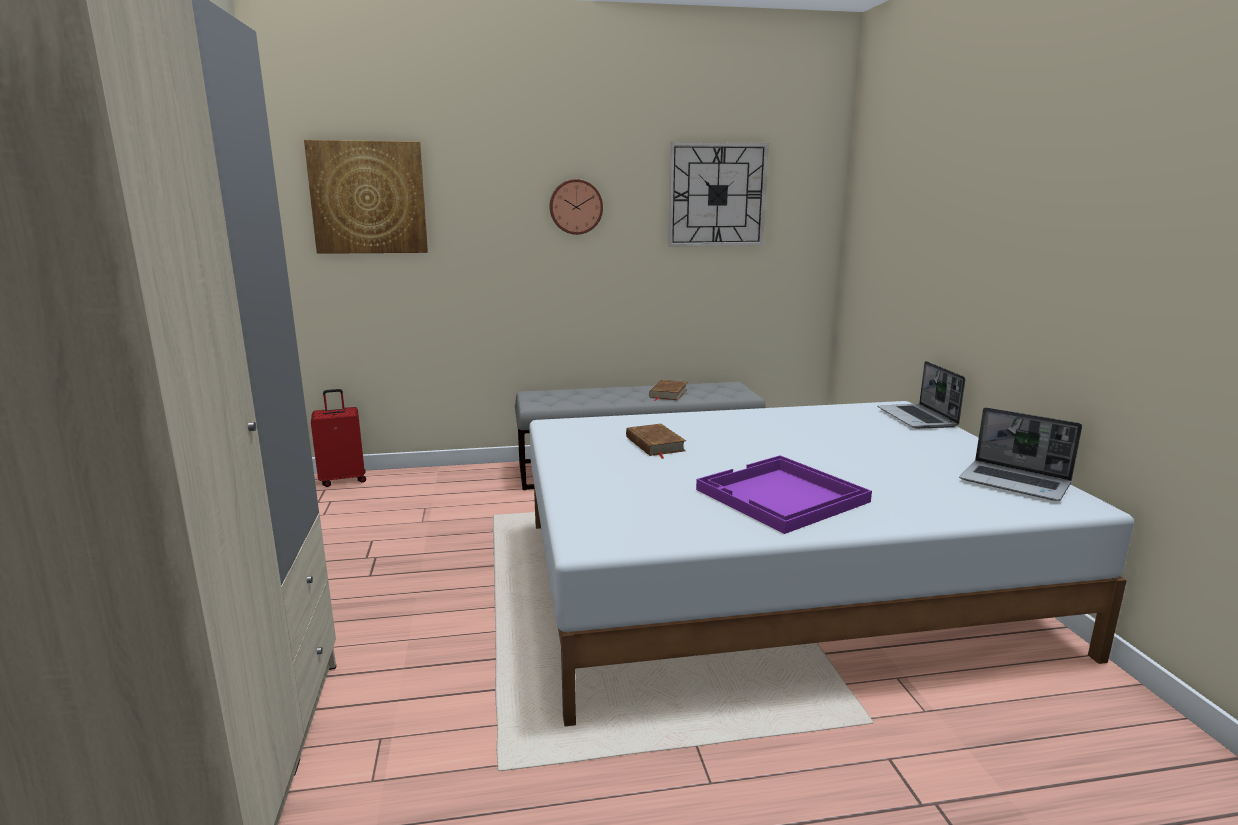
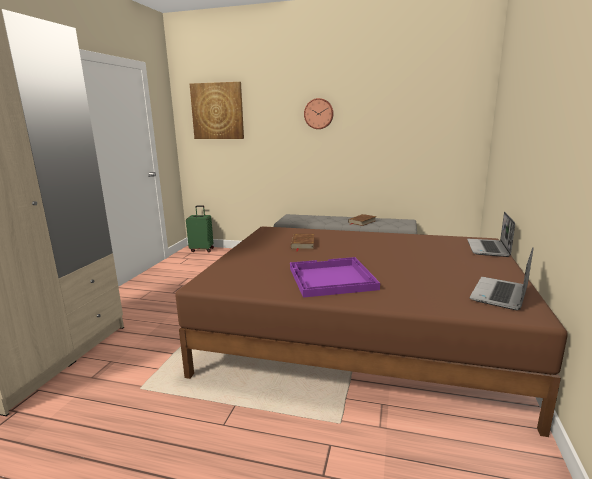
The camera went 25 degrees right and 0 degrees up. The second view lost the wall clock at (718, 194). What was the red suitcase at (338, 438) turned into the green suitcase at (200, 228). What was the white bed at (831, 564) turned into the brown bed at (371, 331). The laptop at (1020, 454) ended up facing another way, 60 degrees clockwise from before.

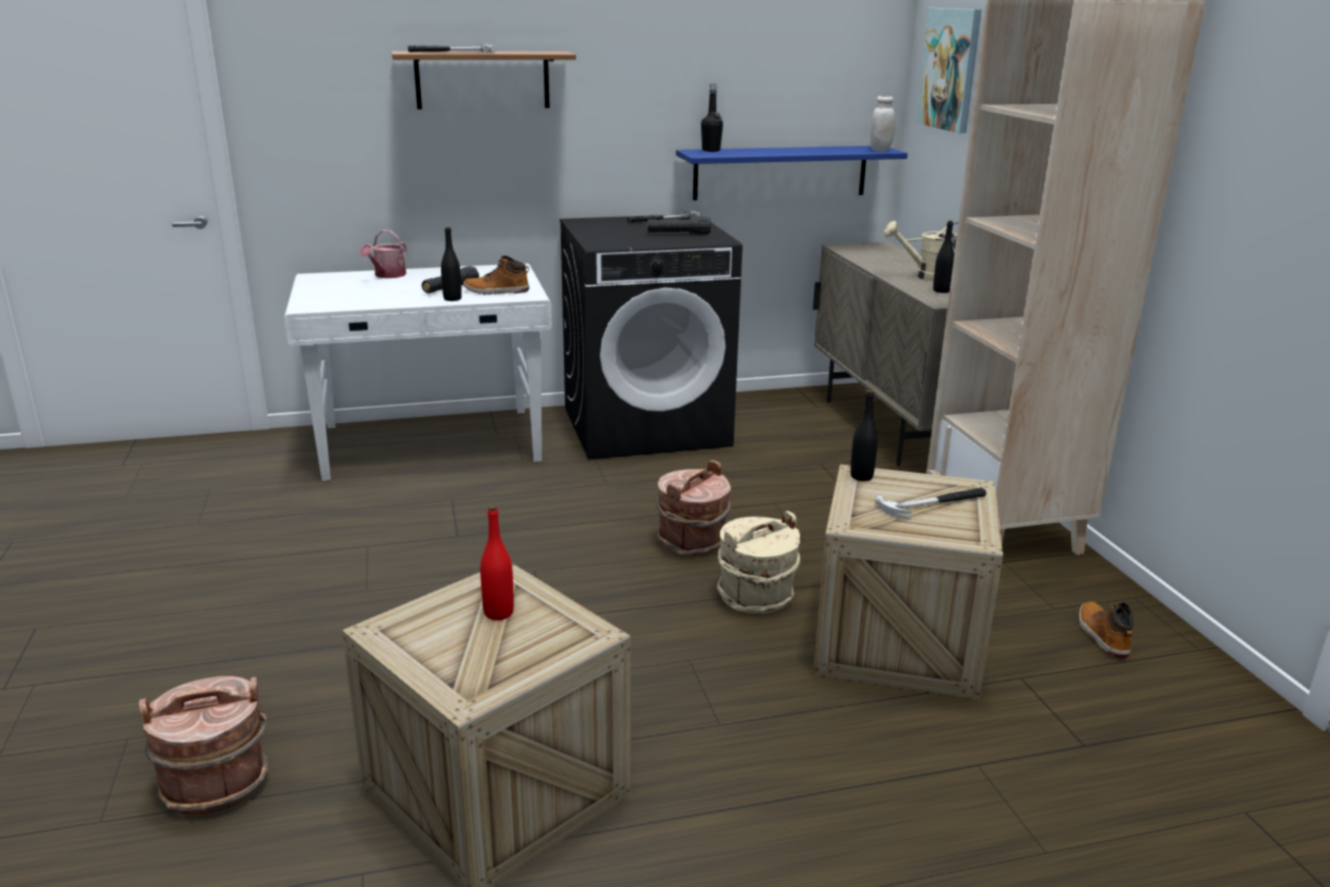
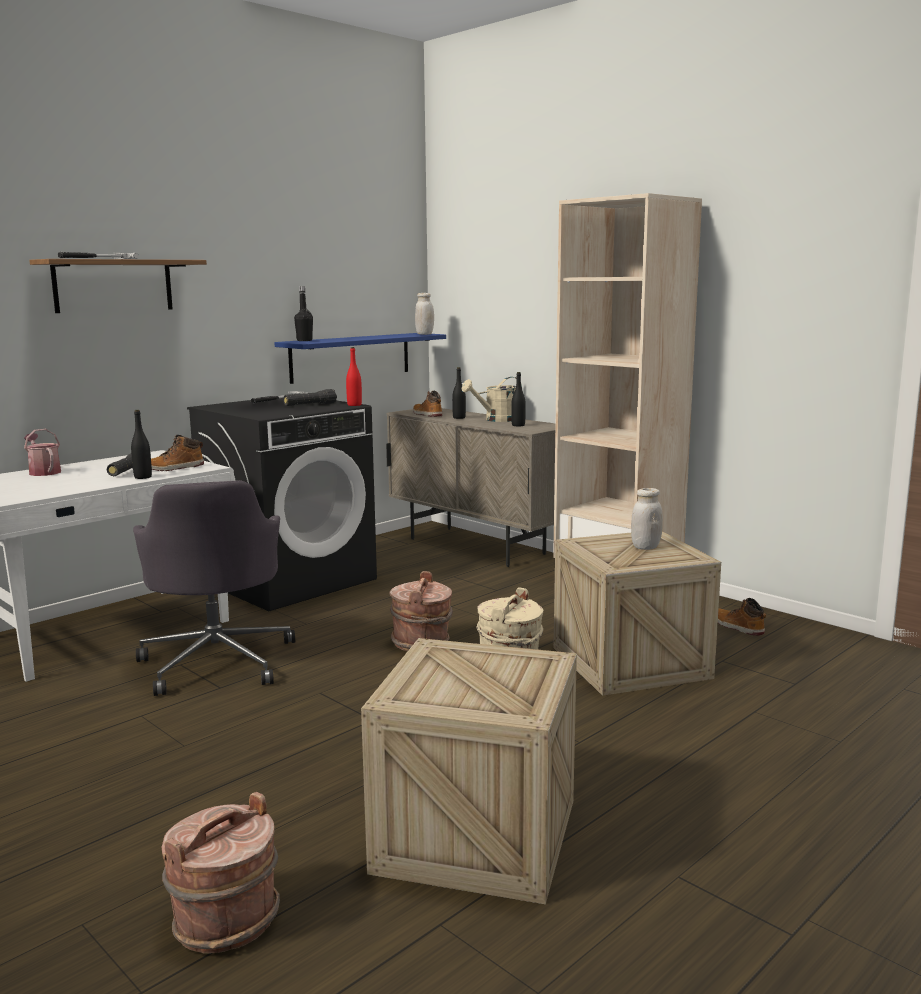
The camera went 30 degrees left and 10 degrees down. The second view lost the picture at (949, 70). The watering can at (383, 254) ended up facing another way, 150 degrees clockwise from before. The black bottle ended up elsewhere, having gone from (864, 435) to (459, 393). Where the hammer stood at (930, 503), the white jar came to stand at (647, 519). The red bottle ended up elsewhere, having gone from (497, 562) to (354, 376). The second view gained the boot at (427, 403). The second view gained the grey office chair at (214, 588).

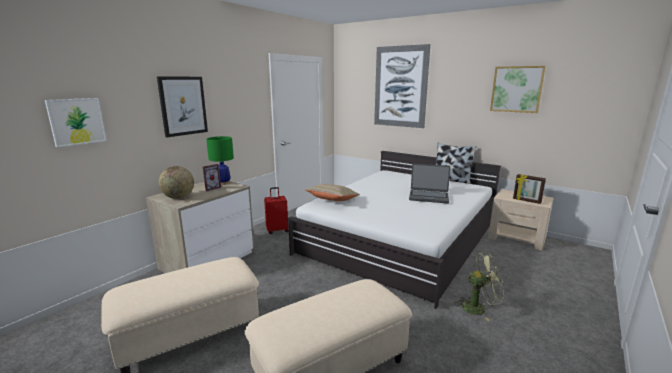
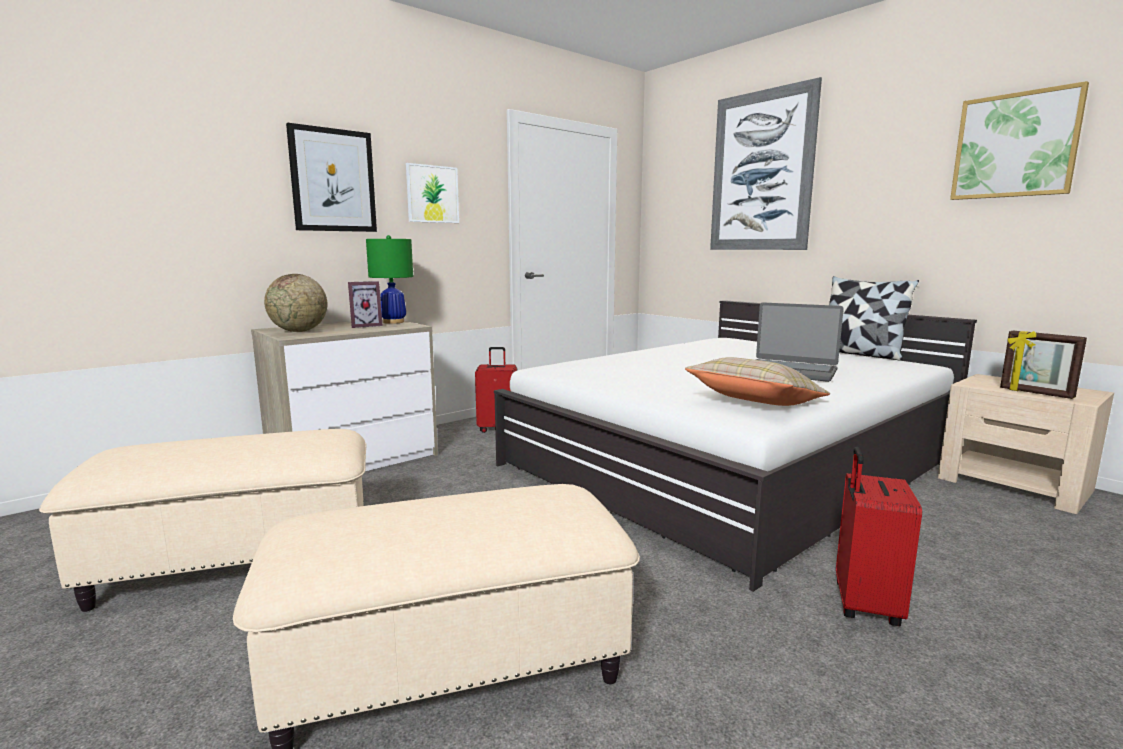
The camera went 15 degrees right and 5 degrees down. The picture ended up elsewhere, having gone from (76, 122) to (432, 193). The beige pillow ended up elsewhere, having gone from (332, 192) to (757, 381). Where the green fan stood at (479, 286), the red suitcase came to stand at (879, 536).

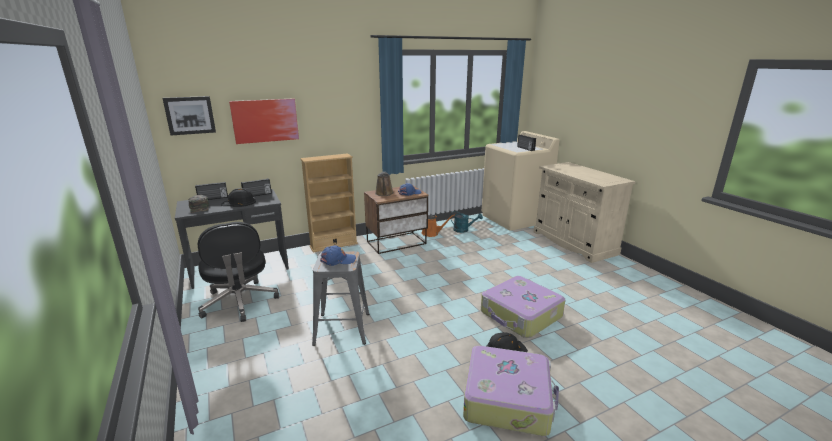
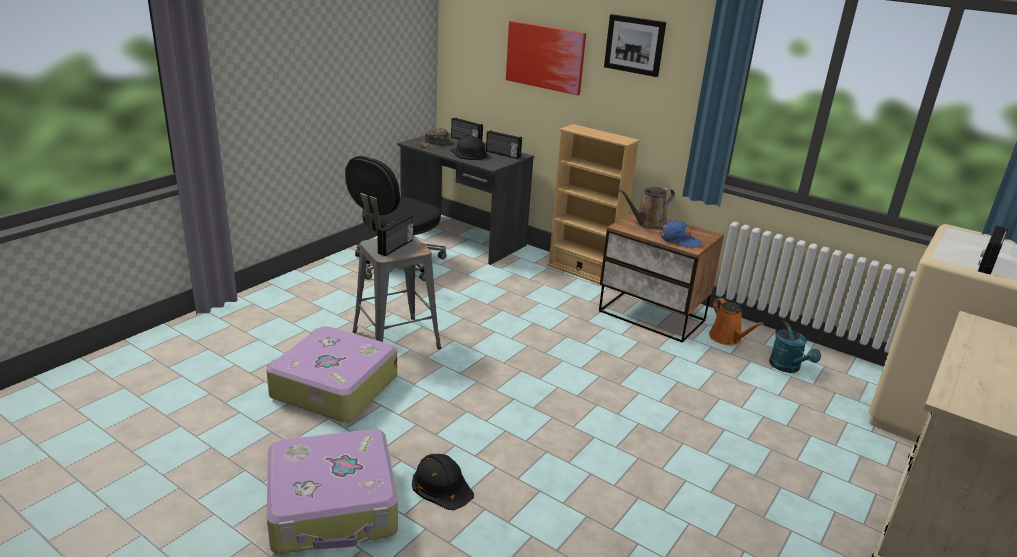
The camera went 60 degrees right and 5 degrees up. The picture ended up elsewhere, having gone from (189, 115) to (635, 45). Where the blue cap stood at (338, 255), the radio came to stand at (395, 235). The suitcase ended up elsewhere, having gone from (523, 307) to (331, 374).

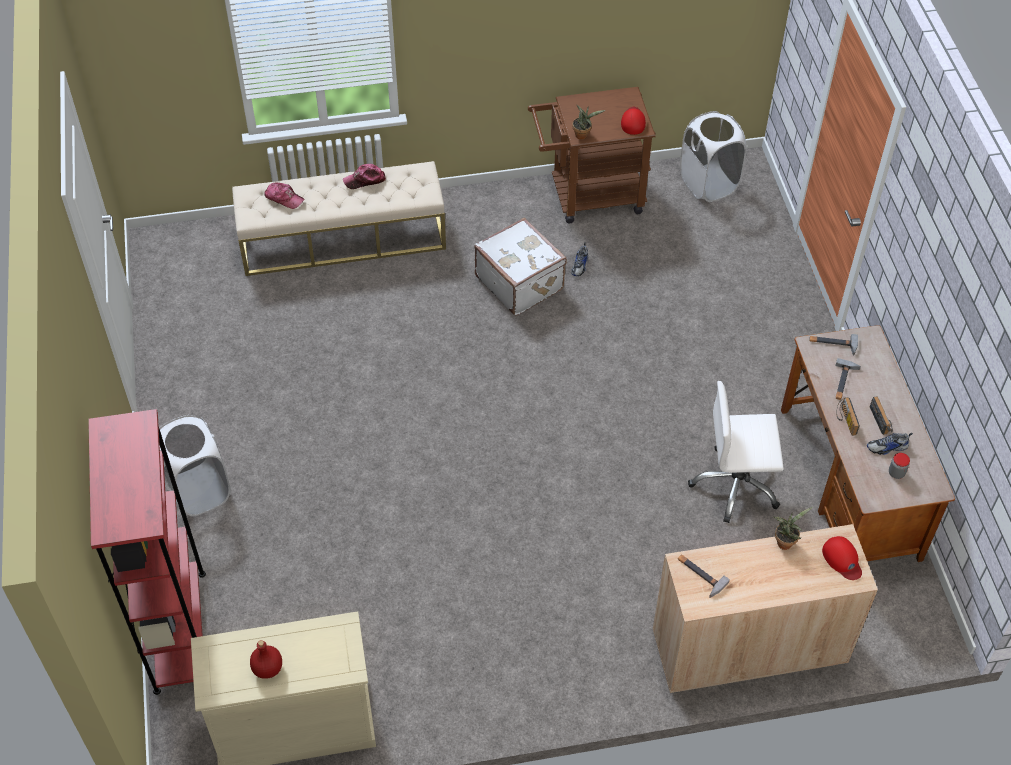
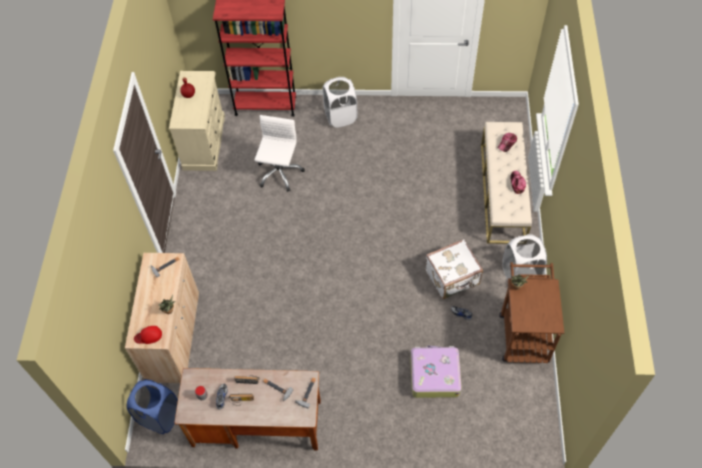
The camera went 105 degrees right and 5 degrees up. The second view lost the red cap at (633, 121). The white laundry basket ended up elsewhere, having gone from (713, 156) to (525, 257). The white office chair ended up elsewhere, having gone from (736, 452) to (279, 153). The second view gained the suitcase at (436, 372). The second view gained the blue laundry basket at (152, 406).

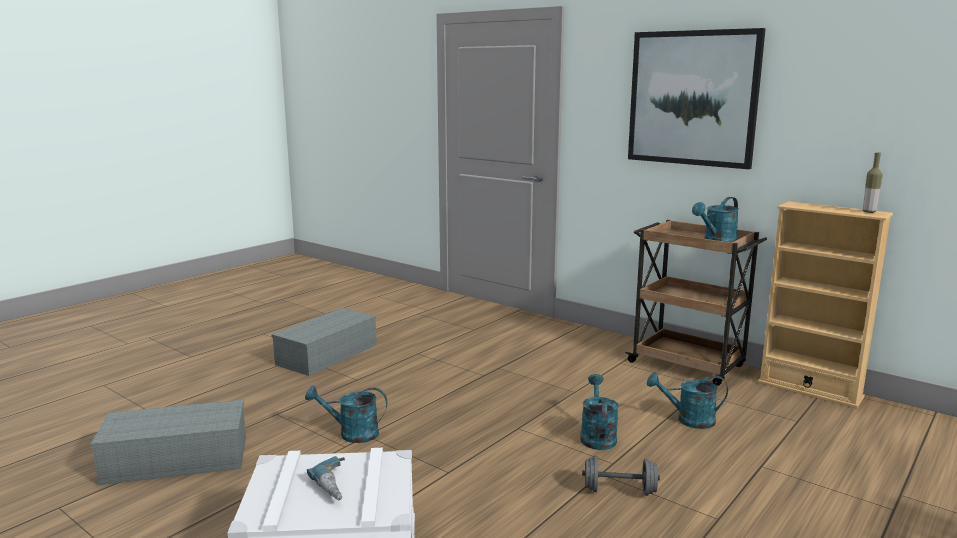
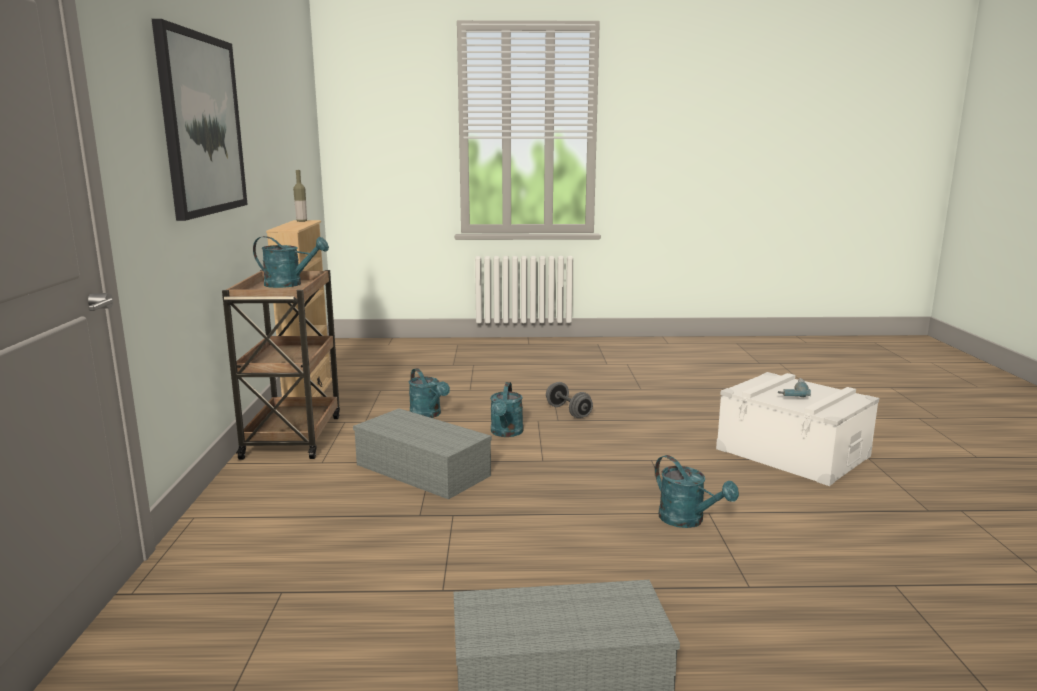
The camera went 130 degrees left and 0 degrees up. The turquoise watering can at (599, 412) ended up facing another way, 45 degrees counterclockwise from before. The grey storage box ended up elsewhere, having gone from (168, 442) to (422, 454).

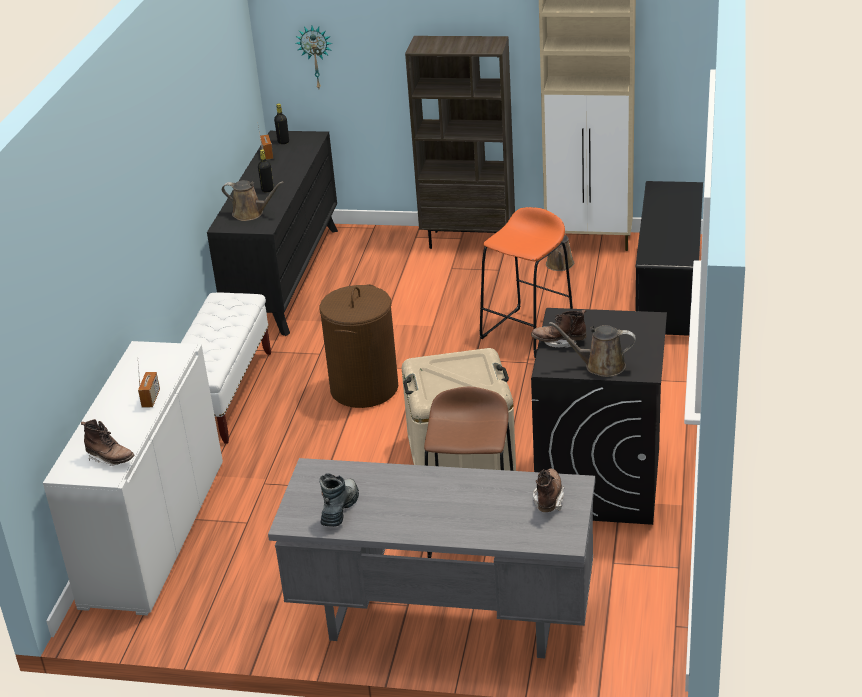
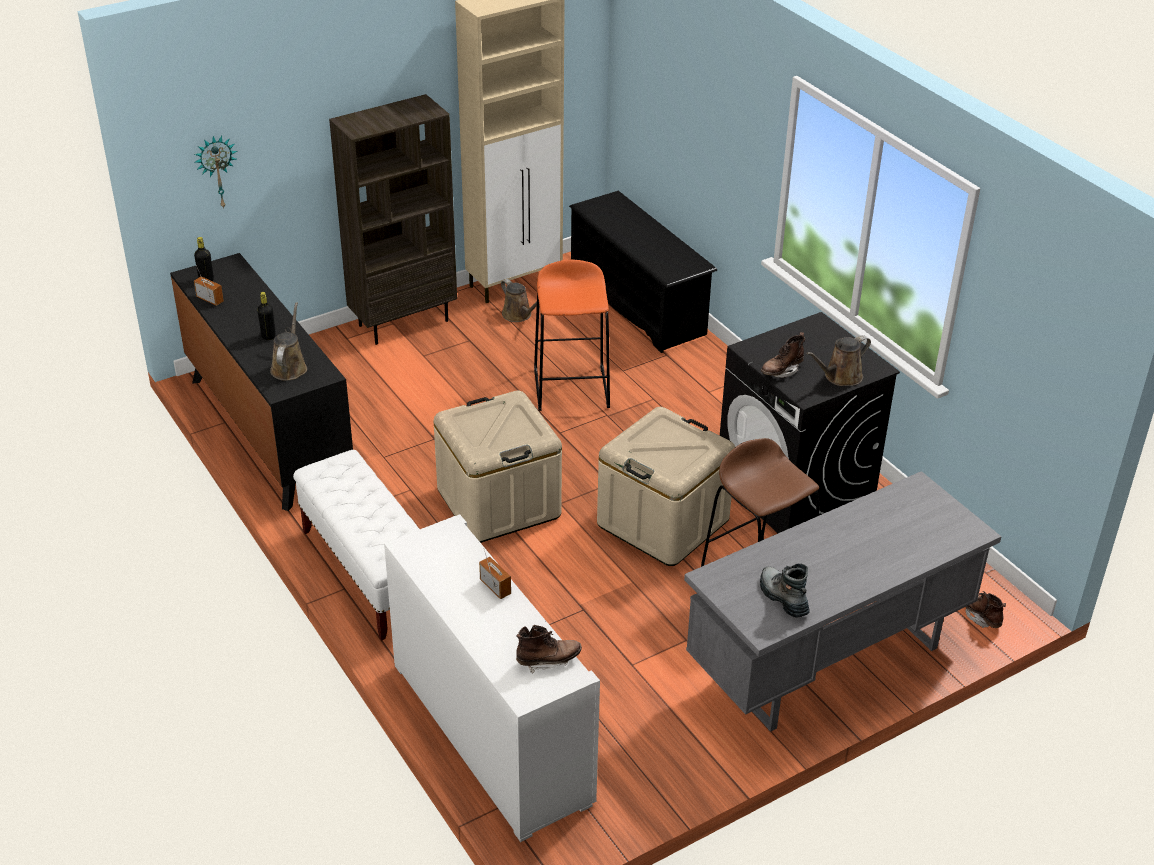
The camera went 45 degrees left and 5 degrees up. The brown watering can at (253, 200) ended up facing another way, 60 degrees counterclockwise from before. Where the brown laundry basket stood at (358, 346), the beige storage box came to stand at (498, 467). The brown boot ended up elsewhere, having gone from (549, 490) to (986, 609).

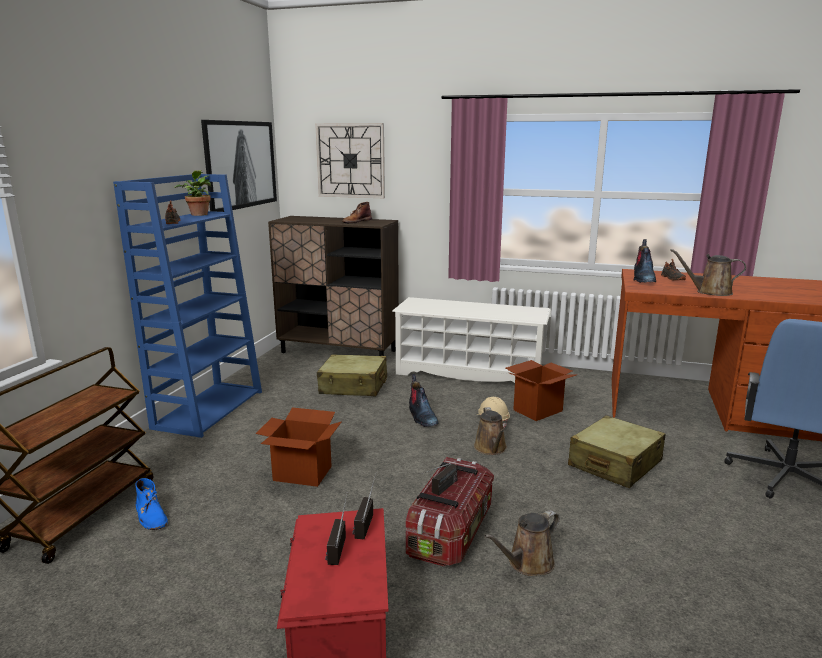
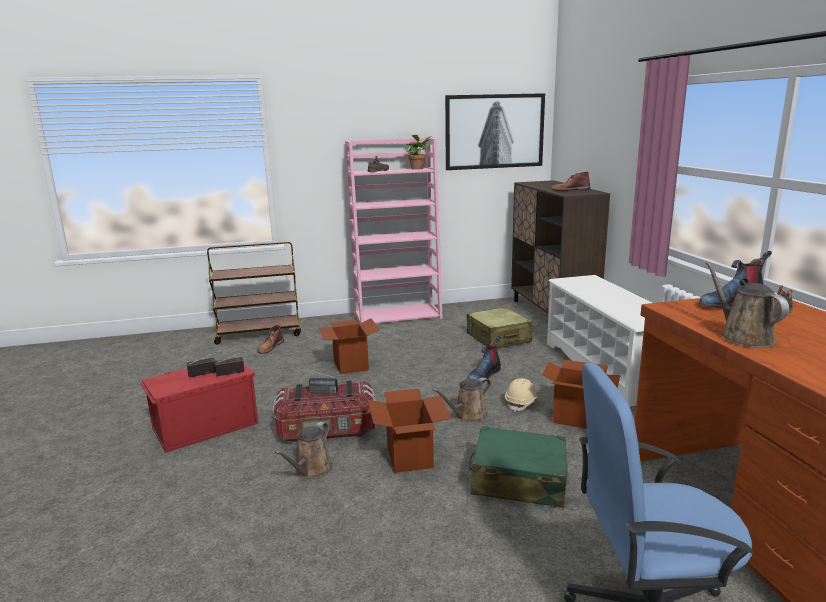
The camera went 60 degrees right and 0 degrees up. The second view lost the wall clock at (350, 160). What was the blue bookcase at (187, 306) turned into the pink bookcase at (394, 230). What was the beige suitcase at (617, 451) turned into the green suitcase at (518, 467). What was the blue boot at (151, 504) turned into the brown boot at (270, 339). The brown watering can at (522, 543) ended up facing another way, 90 degrees counterclockwise from before. The second view gained the cardboard box at (410, 431).

